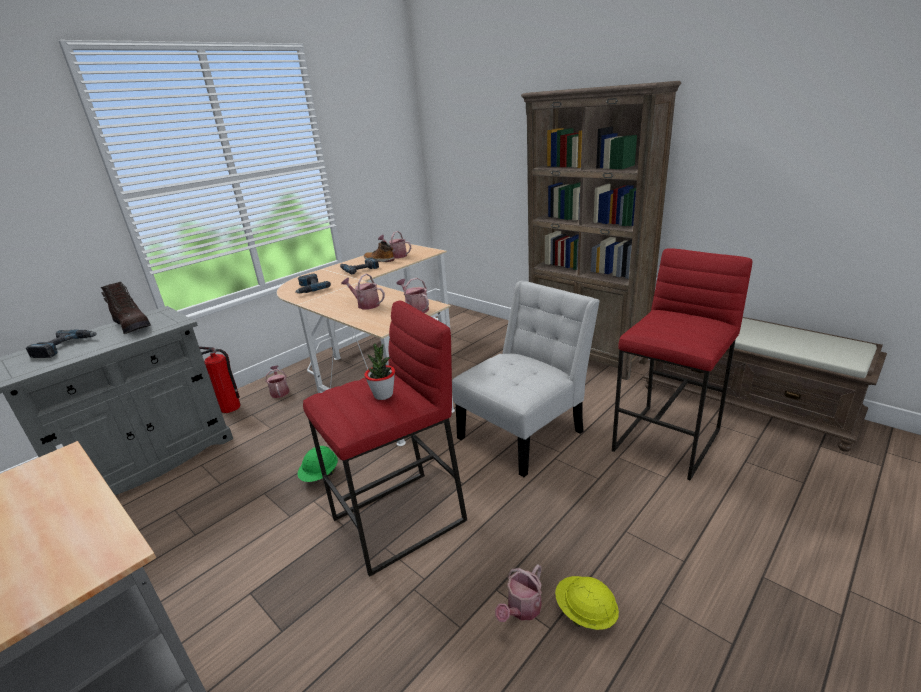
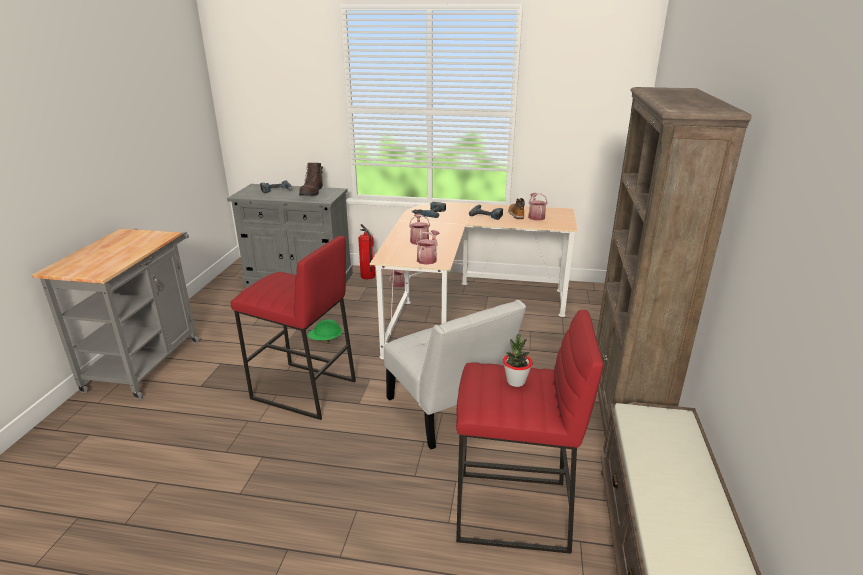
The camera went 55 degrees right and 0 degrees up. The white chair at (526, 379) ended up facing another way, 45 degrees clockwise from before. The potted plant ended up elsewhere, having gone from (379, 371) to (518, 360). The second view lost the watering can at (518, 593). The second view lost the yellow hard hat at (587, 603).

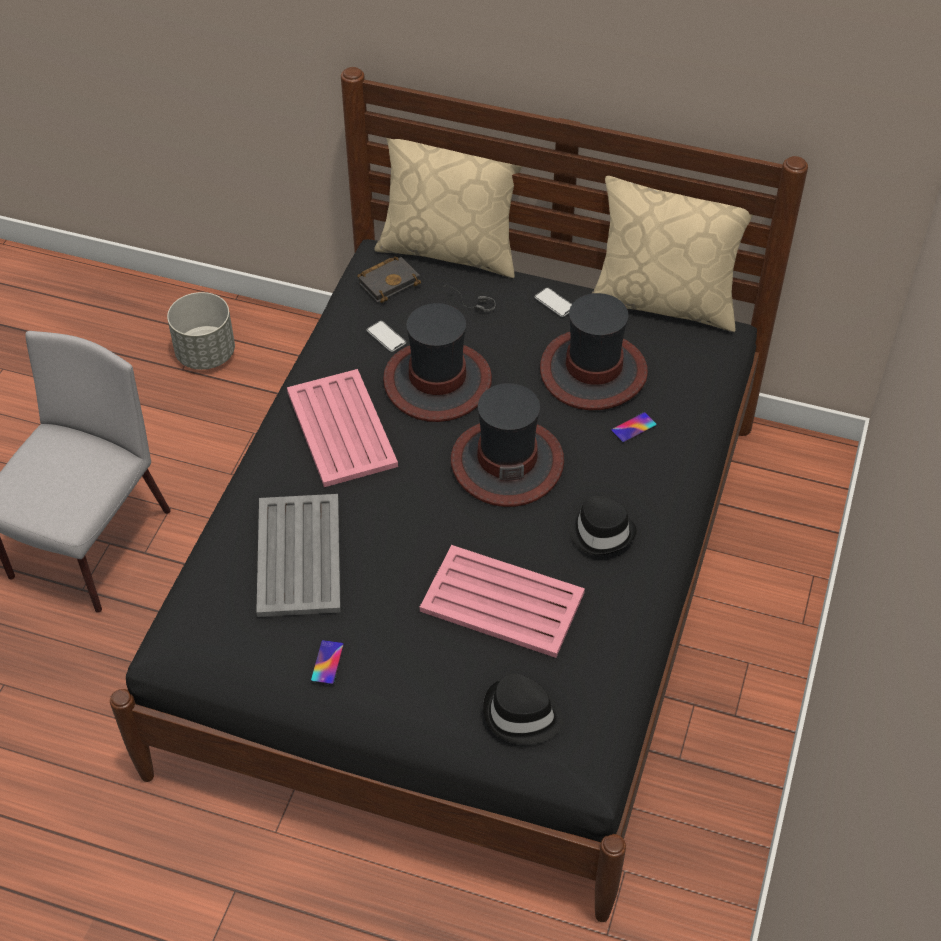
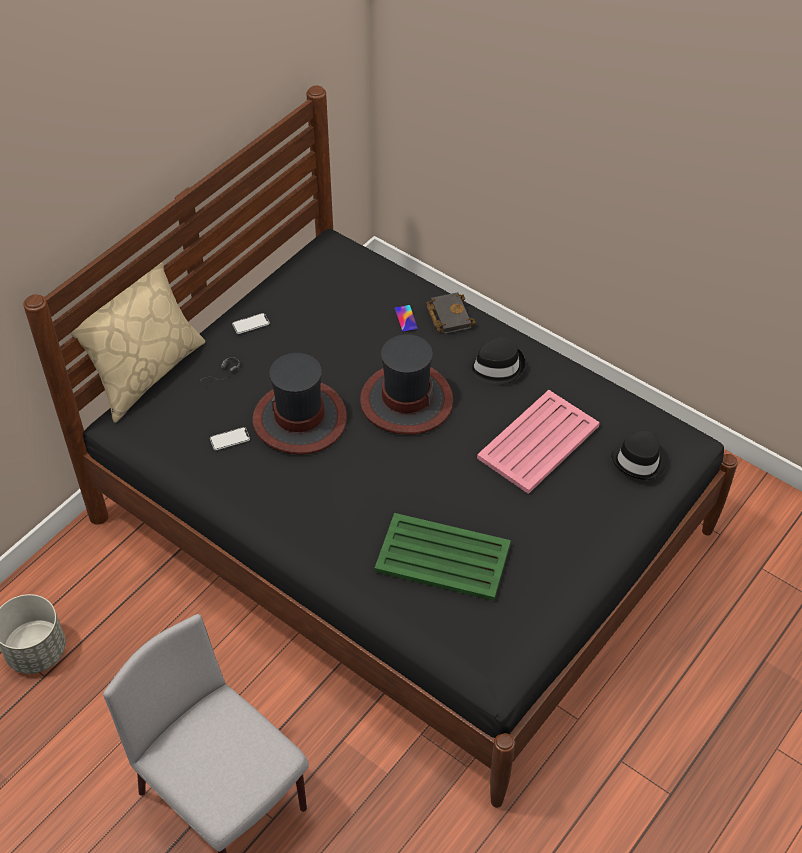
The camera went 70 degrees left and 0 degrees up. The second view lost the beige pillow at (672, 254). The black book ended up elsewhere, having gone from (389, 279) to (451, 313). The second view lost the hat at (594, 351). The second view lost the pink tray at (342, 428). What was the grey tray at (298, 555) turned into the green tray at (443, 557). The second view lost the phone at (327, 662).

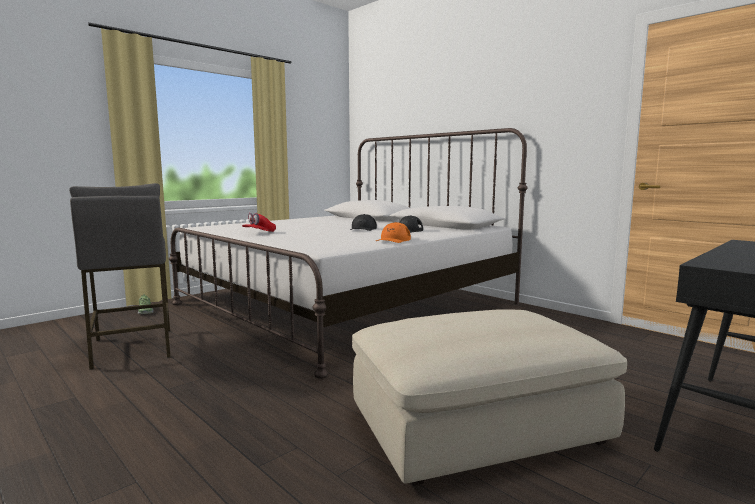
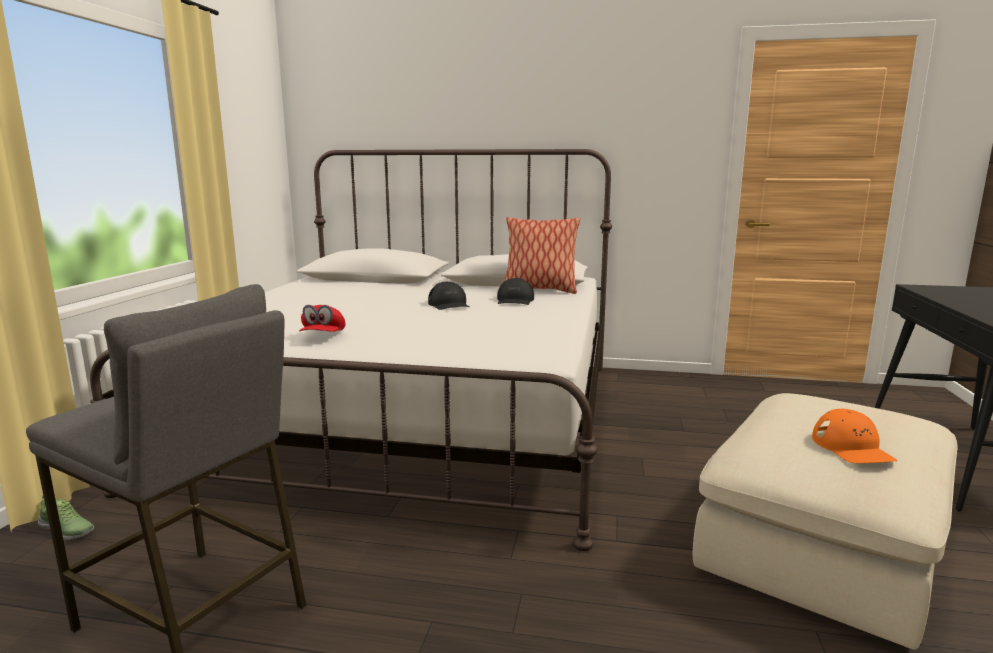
The camera went 35 degrees left and 5 degrees up. The orange cap ended up elsewhere, having gone from (393, 232) to (855, 436). The second view gained the pillow at (542, 255).

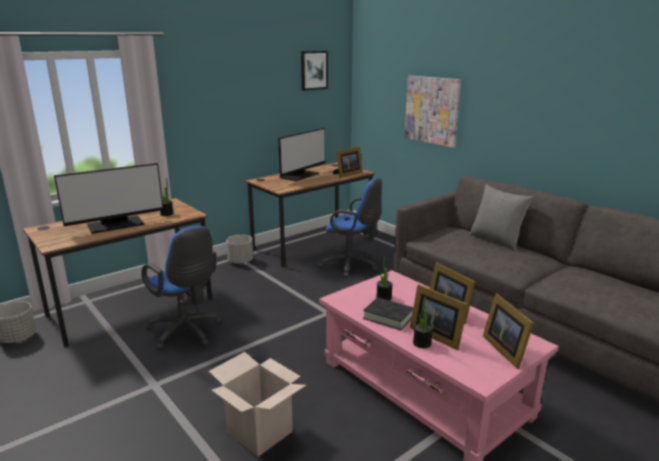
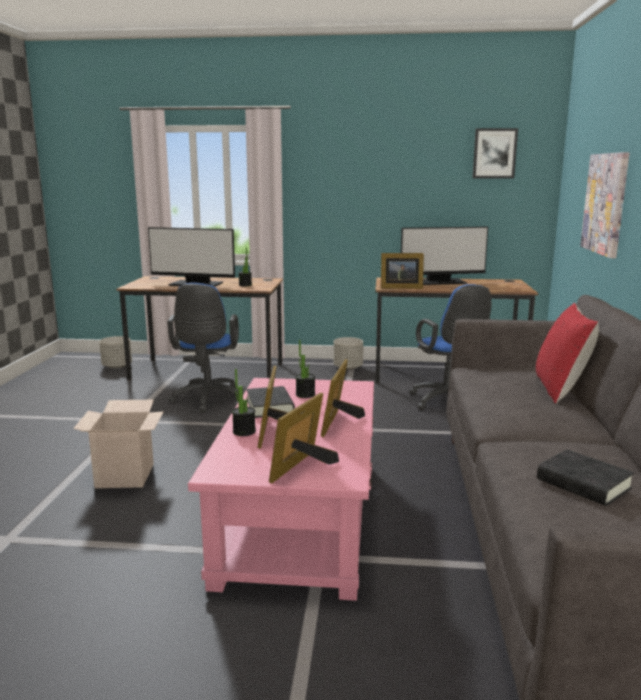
The camera went 45 degrees right and 5 degrees down. The picture frame ended up elsewhere, having gone from (348, 162) to (402, 271). What was the grey pillow at (501, 217) turned into the red pillow at (567, 353). The second view gained the black book at (585, 477).

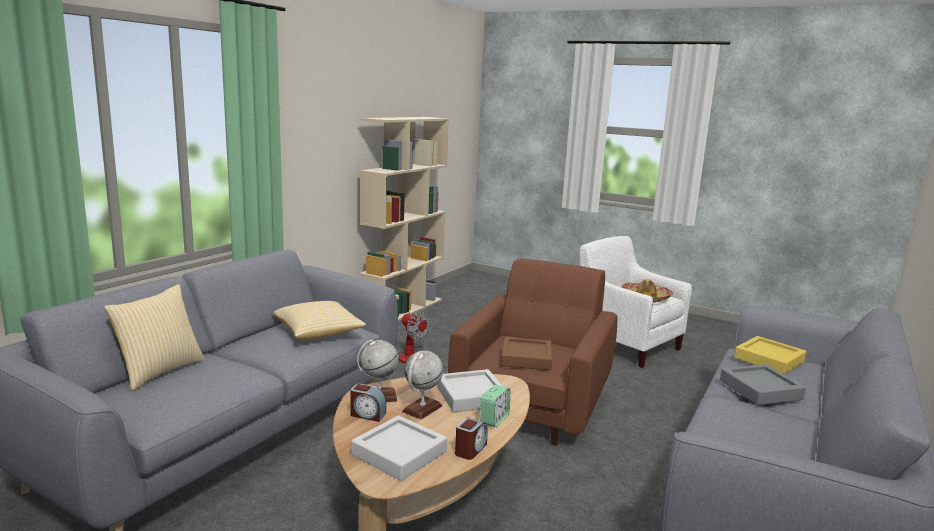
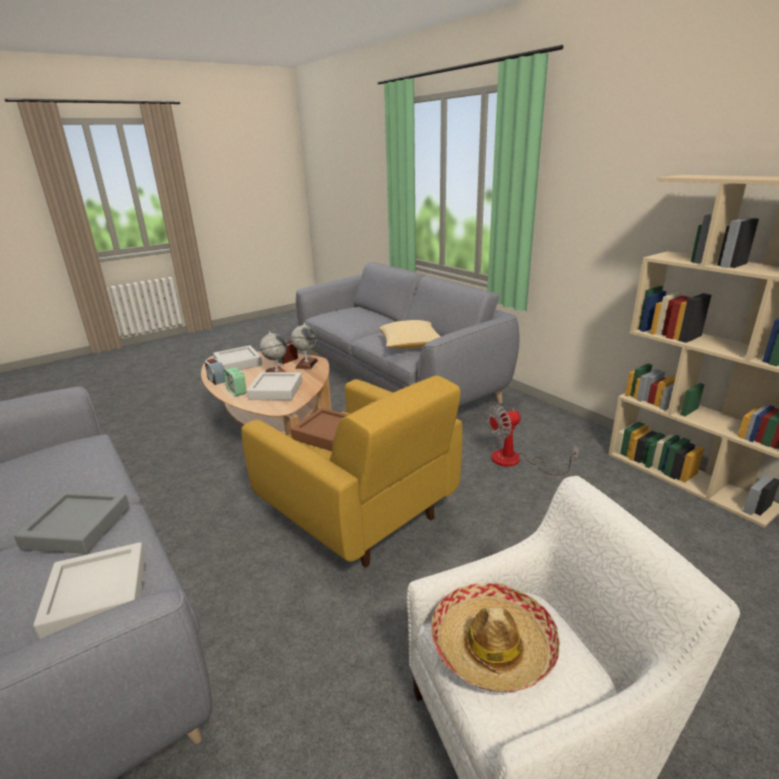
The camera went 115 degrees right and 10 degrees up. What was the brown armchair at (532, 352) turned into the yellow armchair at (351, 471). The second view lost the pillow at (154, 337). What was the yellow tray at (770, 355) turned into the grey tray at (89, 590).

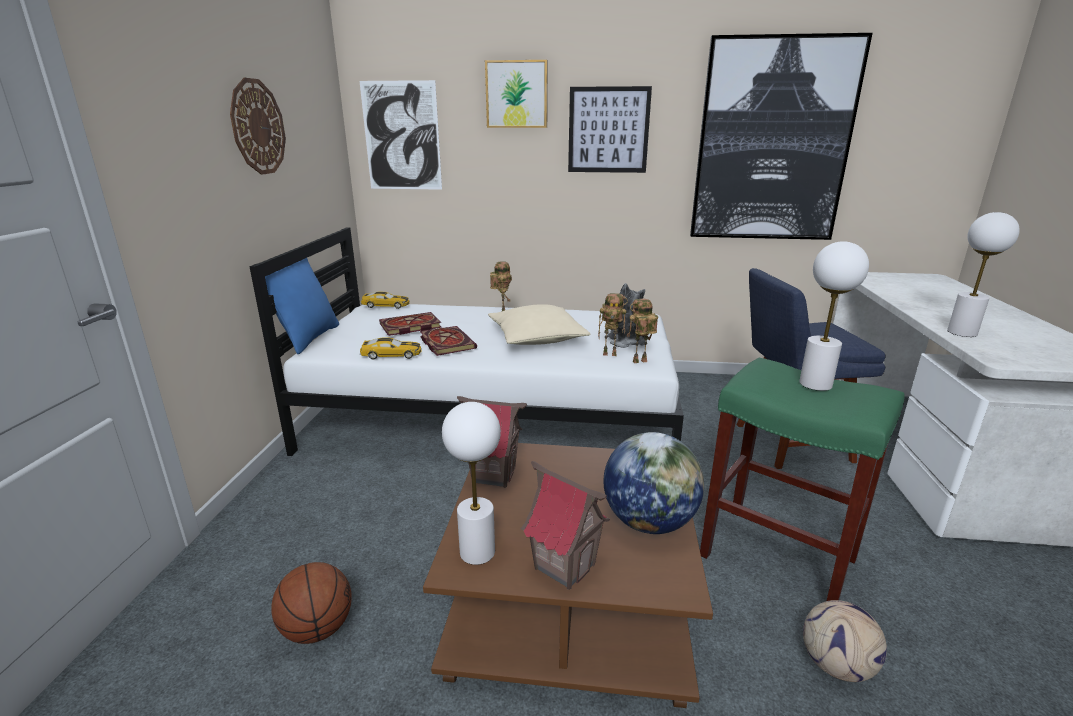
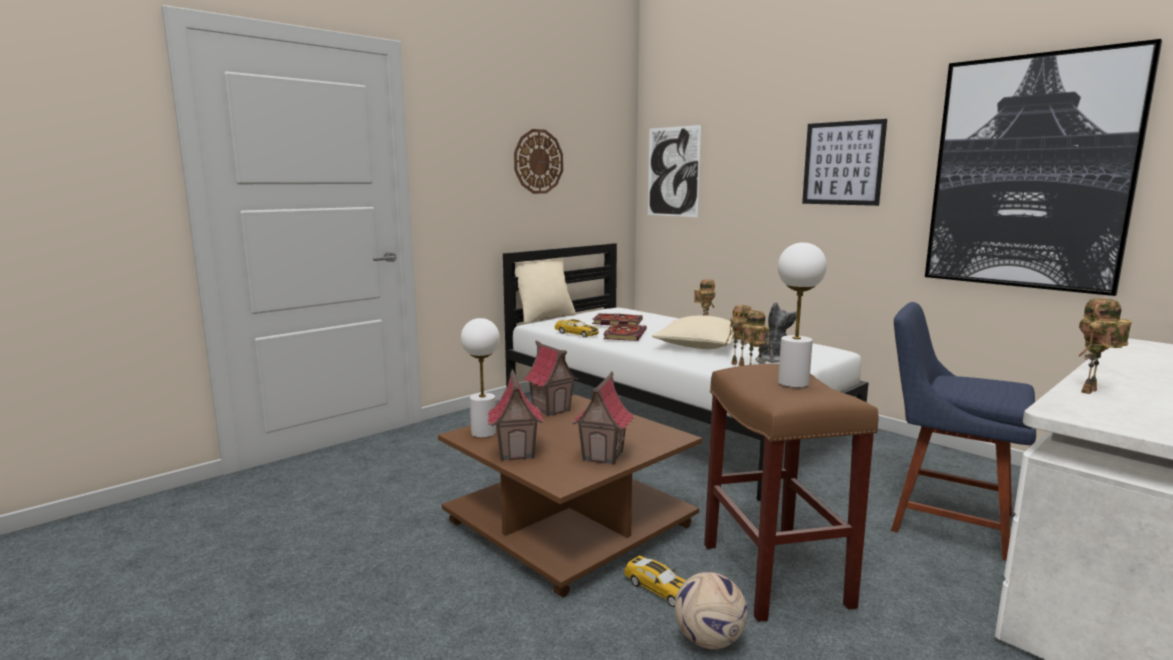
The camera went 40 degrees right and 10 degrees down. The second view lost the picture at (516, 94). Where the white table lamp stood at (983, 274), the toy robot came to stand at (1105, 346). What was the blue pillow at (302, 306) turned into the beige pillow at (544, 290). The toy car ended up elsewhere, having gone from (385, 300) to (655, 581). What was the green stool at (802, 479) turned into the brown stool at (791, 493). Where the globe stood at (654, 483), the toy house came to stand at (603, 418). The second view lost the basketball at (311, 603).

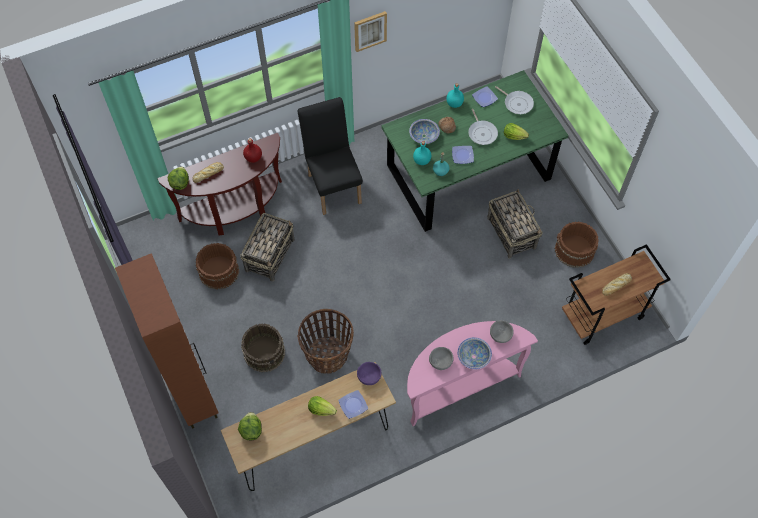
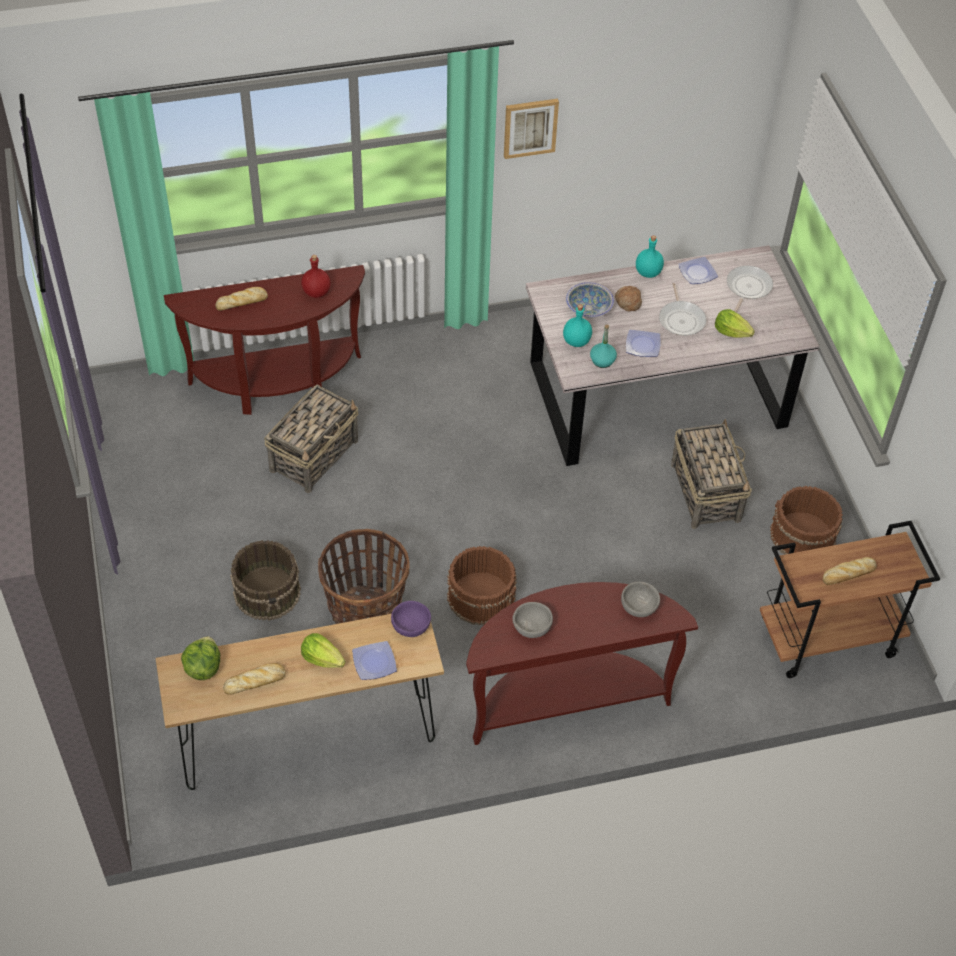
The camera went 10 degrees right and 10 degrees down. What was the green dining table at (475, 151) turned into the grey dining table at (672, 355). The frying pan at (514, 100) ended up facing another way, 120 degrees counterclockwise from before. The second view lost the black chair at (330, 156). The second view lost the lettuce at (178, 178). The brown bucket ended up elsewhere, having gone from (217, 266) to (482, 586). The second view lost the brown cabinet at (167, 341). What was the pink console table at (472, 373) turned into the brown console table at (582, 663). The second view lost the bowl at (474, 353). The second view gained the bread at (254, 679).

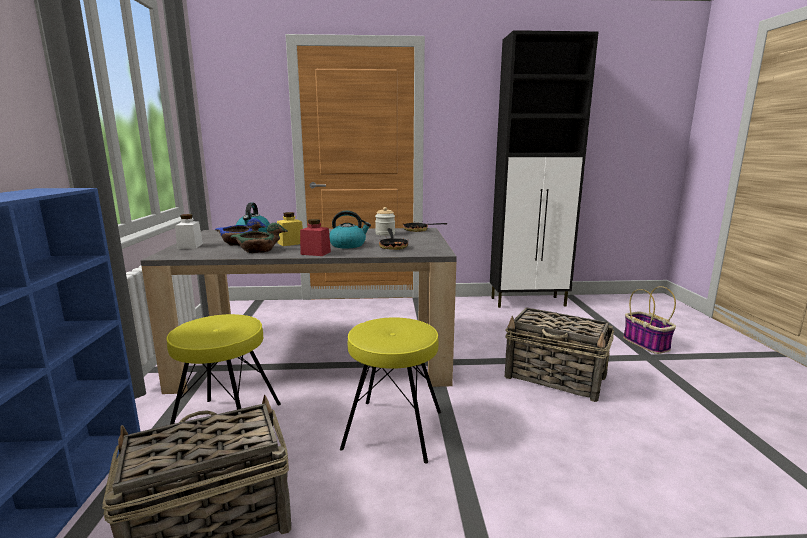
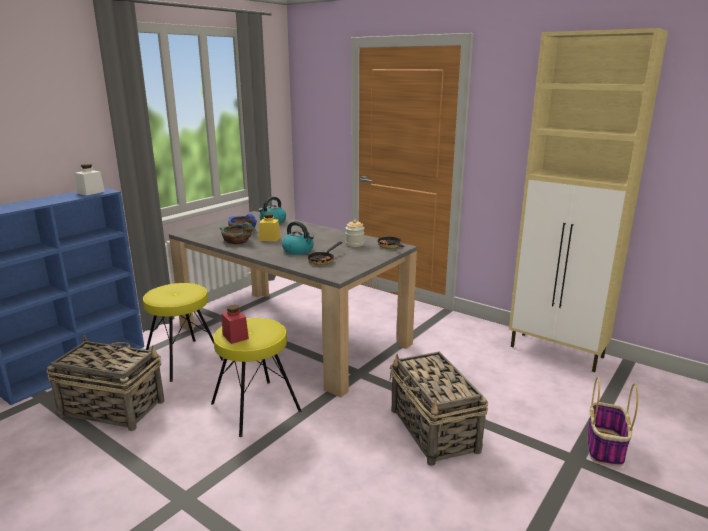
The camera went 40 degrees right and 5 degrees up. What was the black cabinet at (544, 169) turned into the beige cabinet at (588, 200). The white jar ended up elsewhere, having gone from (189, 231) to (90, 179). The red jar ended up elsewhere, having gone from (315, 237) to (235, 324).

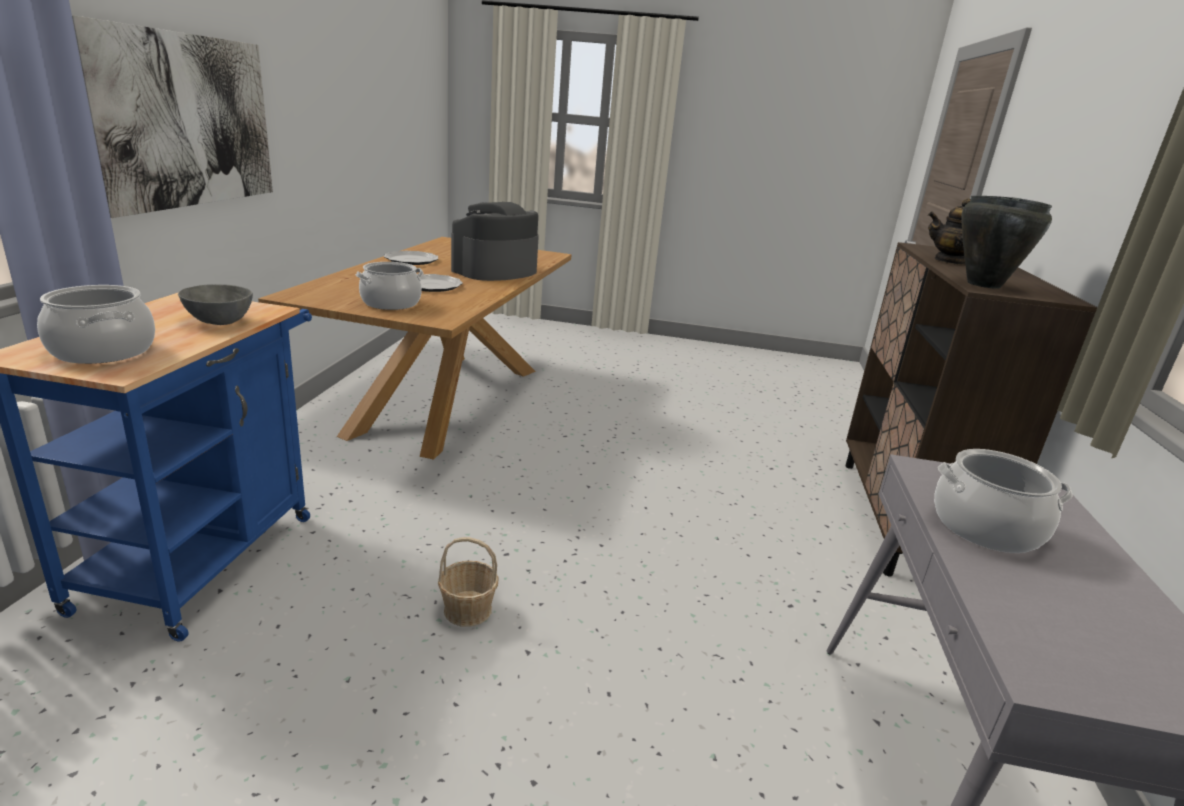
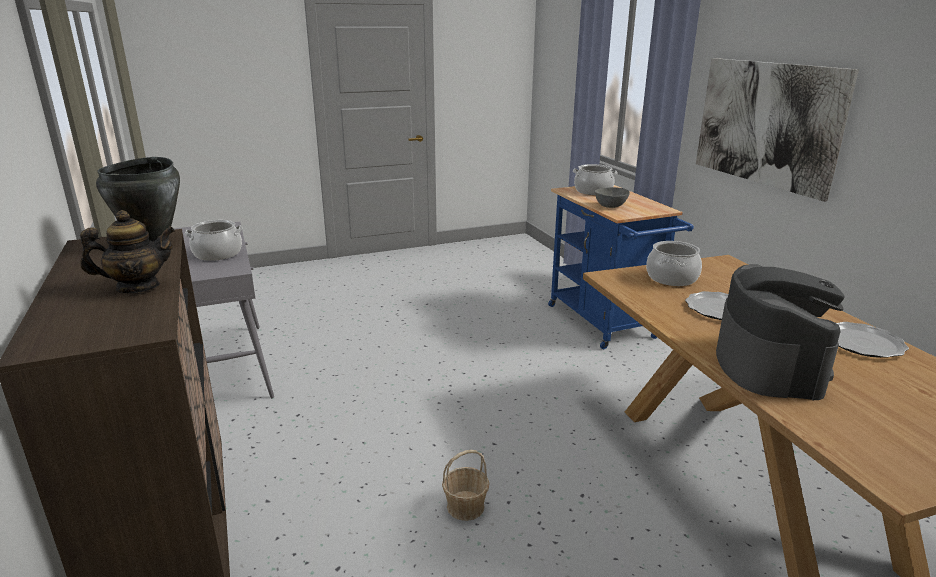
The camera went 150 degrees right and 0 degrees up. The basket ended up elsewhere, having gone from (468, 582) to (466, 485).

